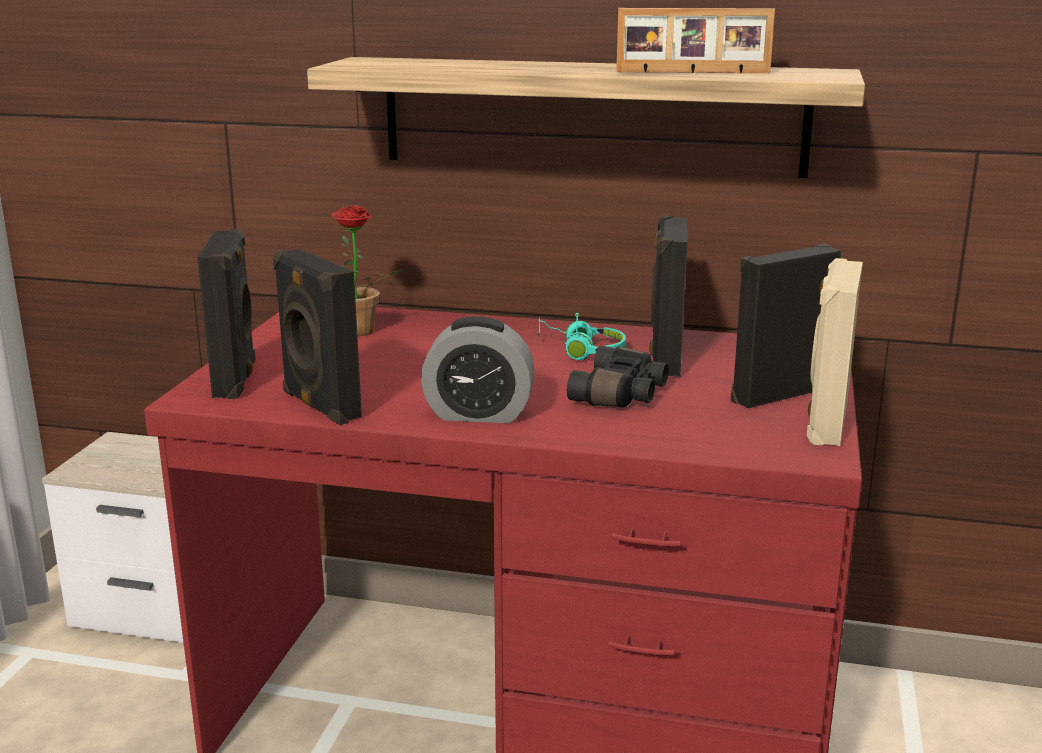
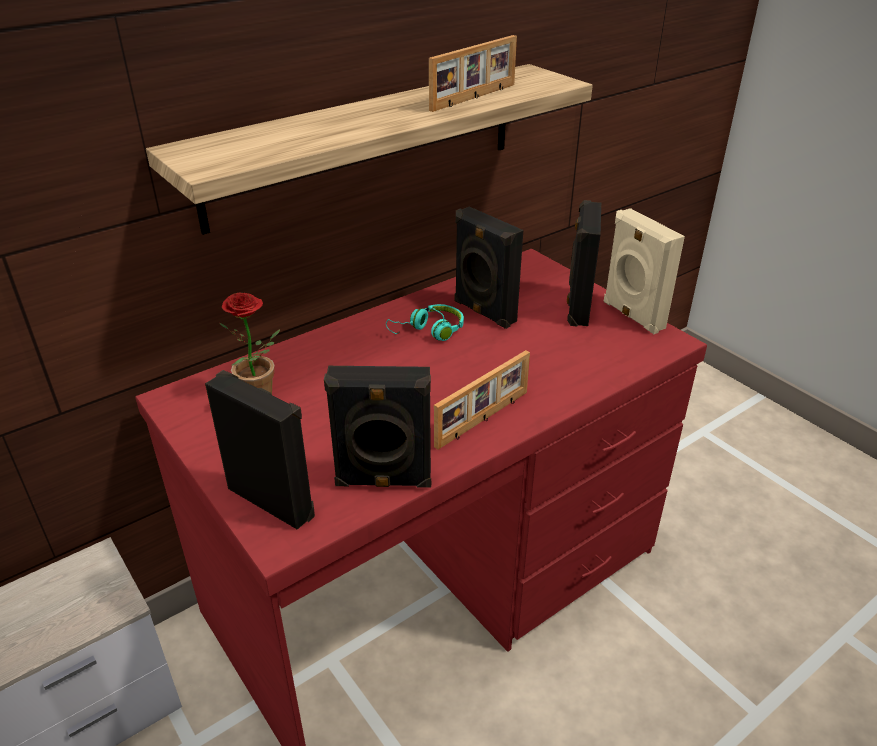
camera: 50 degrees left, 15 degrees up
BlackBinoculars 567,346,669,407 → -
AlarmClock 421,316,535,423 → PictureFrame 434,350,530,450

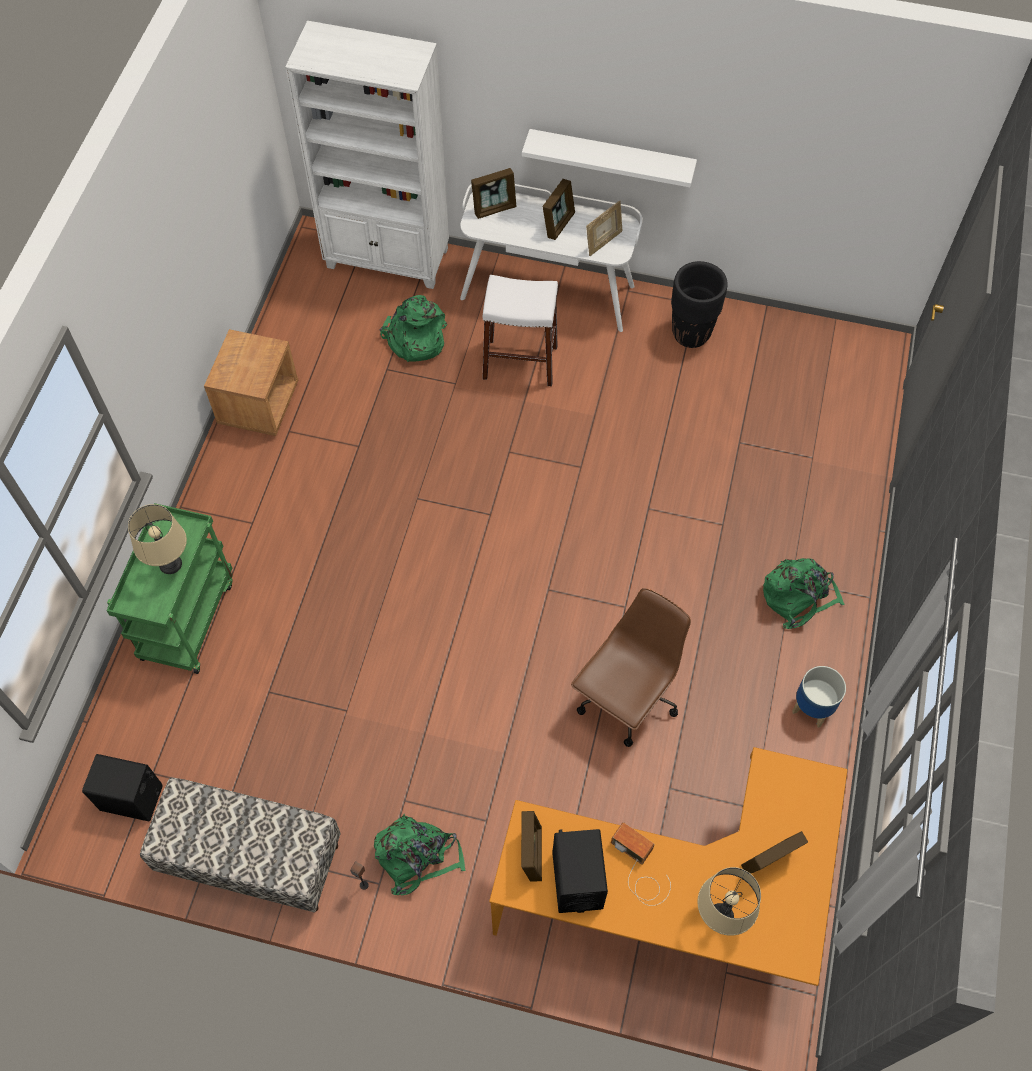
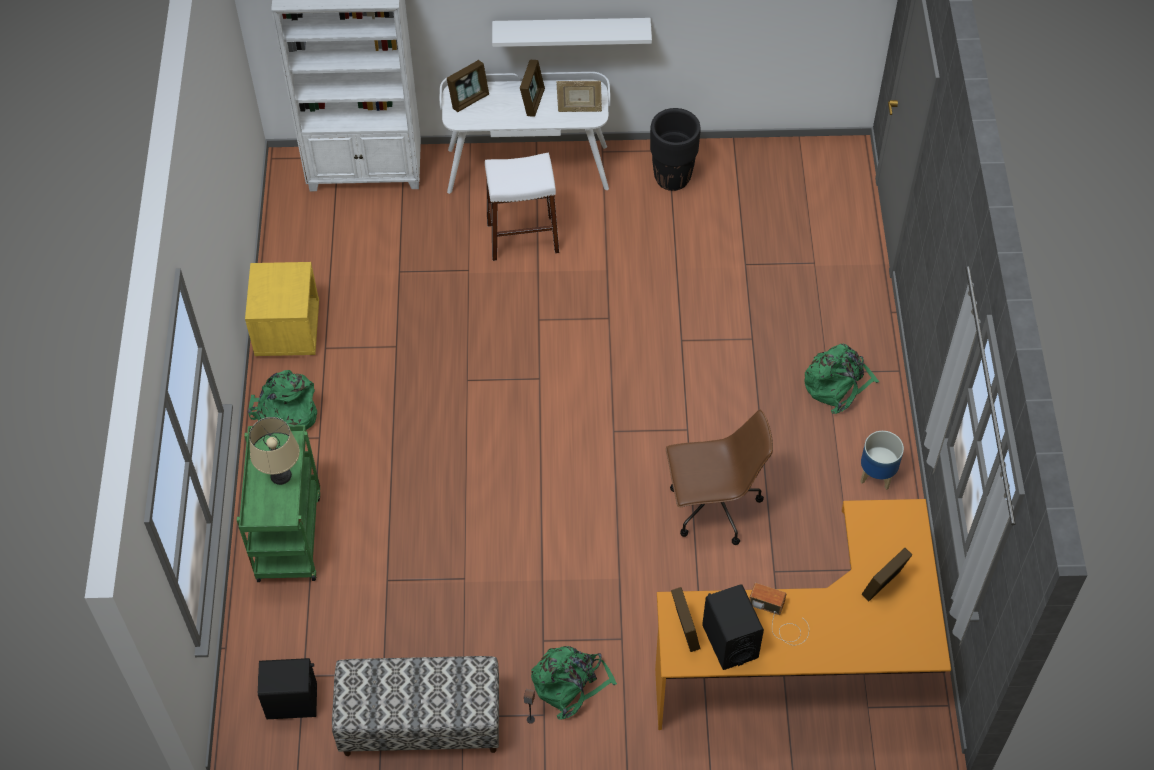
camera: 15 degrees left, 5 degrees down
BeigeTableLamp 698,867,761,936 → -
GreenBackpack 380,295,447,362 → GreenBackpack 248,370,317,430, move
BrownNightstand 204,329,298,436 → YellowNightstand 245,262,319,356
BrownOfficeChair 571,588,691,747 → BrownOfficeChair 666,410,773,545, 60 degrees clockwise
PictureFrame 586,201,623,256 → PictureFrame 556,81,602,112, 60 degrees clockwise

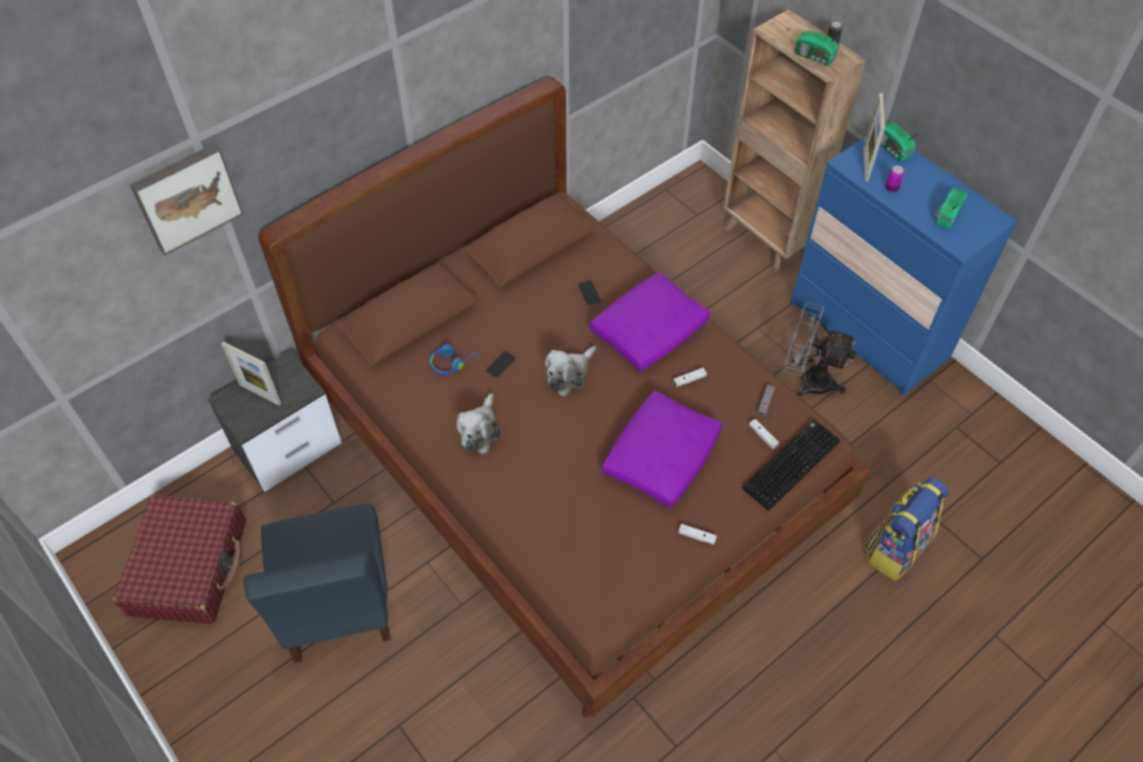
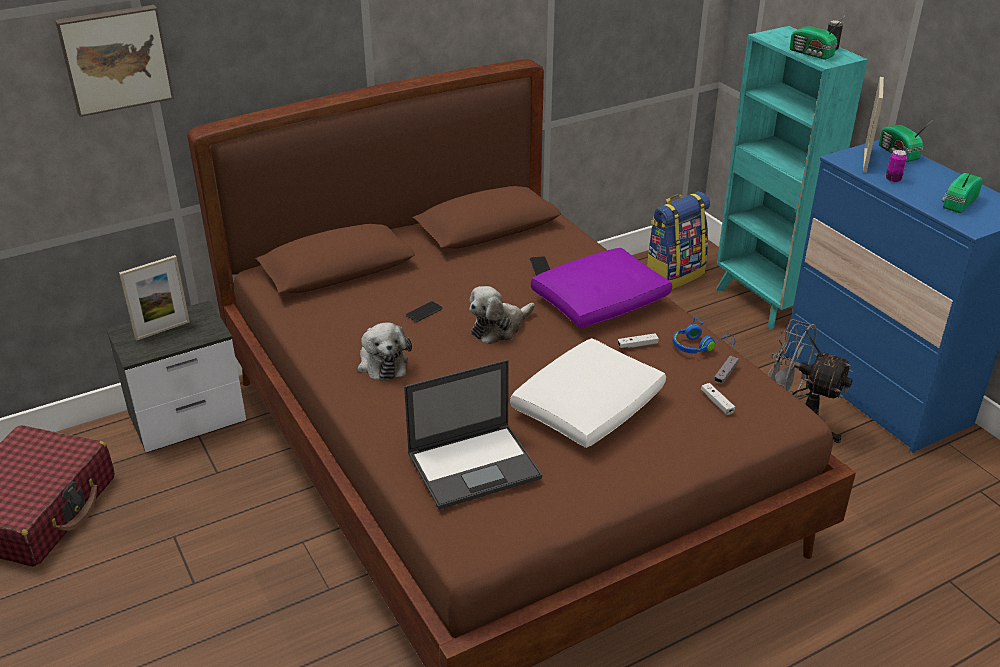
camera: 10 degrees right, 20 degrees down
BlueChair 244,504,391,663 → -
WhiteGameController 678,524,717,545 → -
Keyboard 742,419,840,511 → -
- → Laptop 404,359,542,510
BlueHeadphones 429,341,481,375 → BlueHeadphones 673,318,735,354, move
Backpack 865,478,949,581 → Backpack 647,192,710,289, move
PurplePillow 601,390,722,508 → WhitePillow 510,338,666,448
BrownBookcase 723,9,865,271 → TurquoiseBookcase 716,26,868,329
PictureFrame 221,342,281,405 → PictureFrame 119,255,190,341, 75 degrees counterclockwise
PlushToy 457,393,501,454 → PlushToy 358,322,412,381, 45 degrees counterclockwise

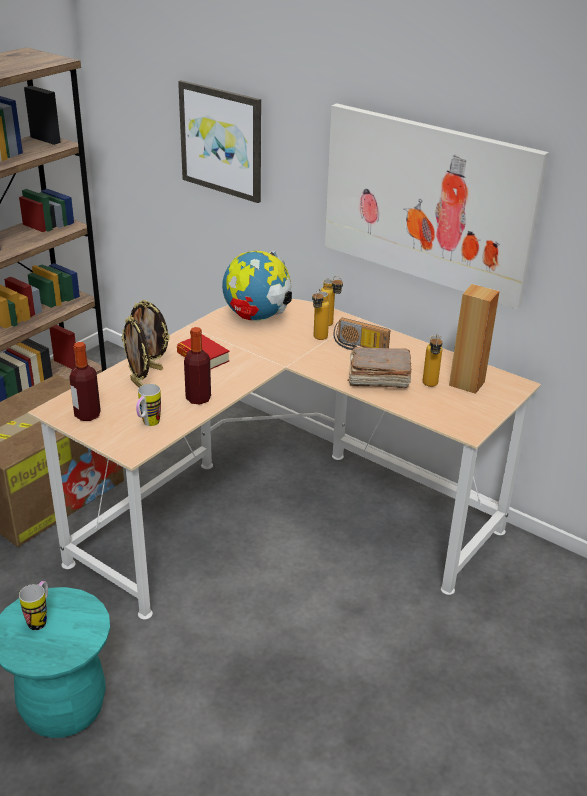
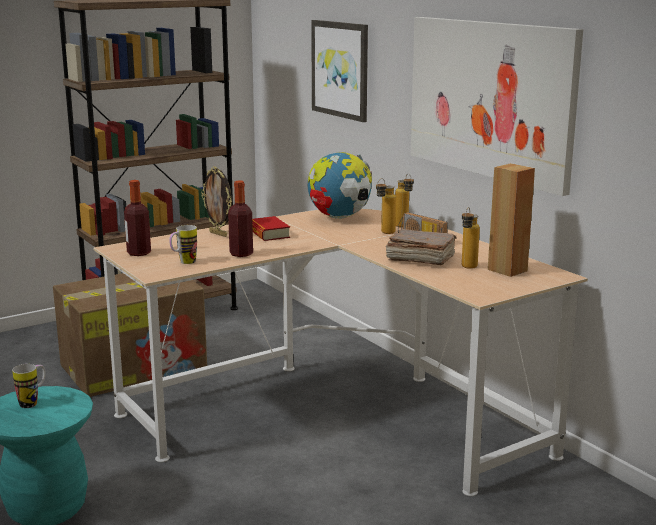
camera: 20 degrees right, 15 degrees down
PictureFrame 121,316,149,387 → -

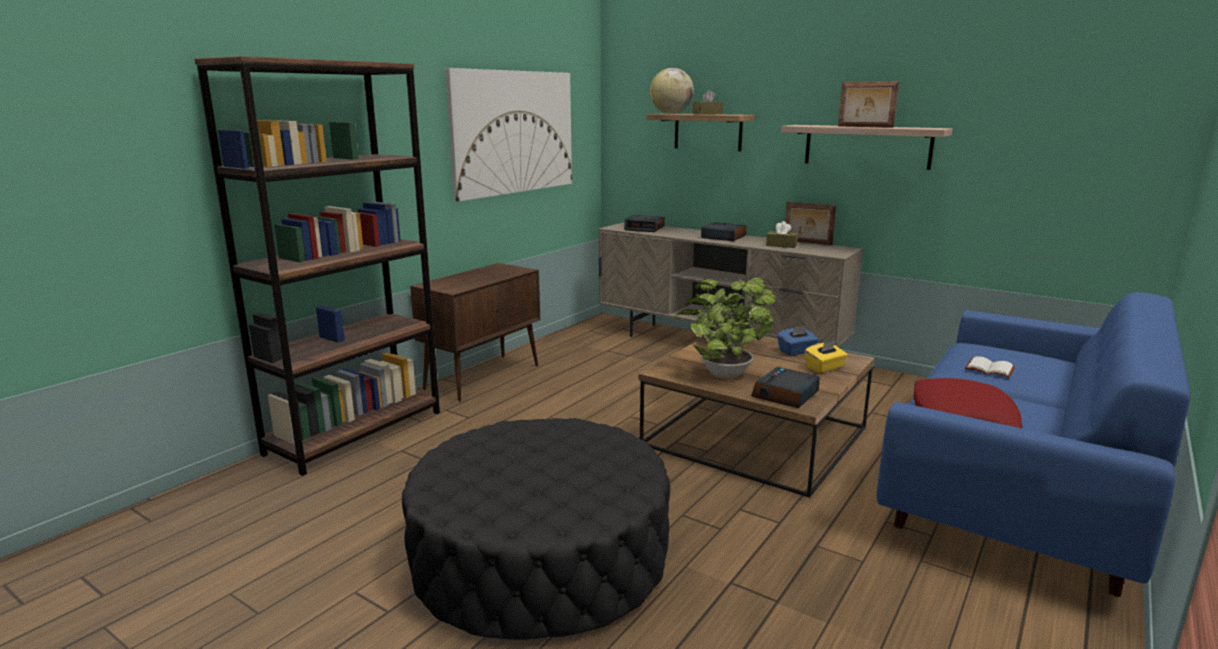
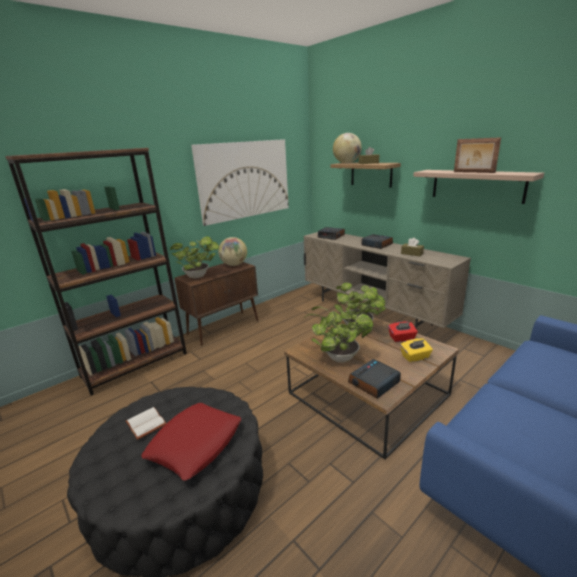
camera: 15 degrees right, 5 degrees up
PictureFrame 785,202,836,245 → -
- → PottedPlant 170,236,219,278
- → Globe 218,237,247,266
RedPillow 913,378,1023,429 → RedPillow 141,403,241,480, move
WhiteBook 965,357,1015,378 → WhiteBook 126,407,166,440, move
BlueTissueBox 777,326,818,356 → RedTissueBox 388,322,418,342

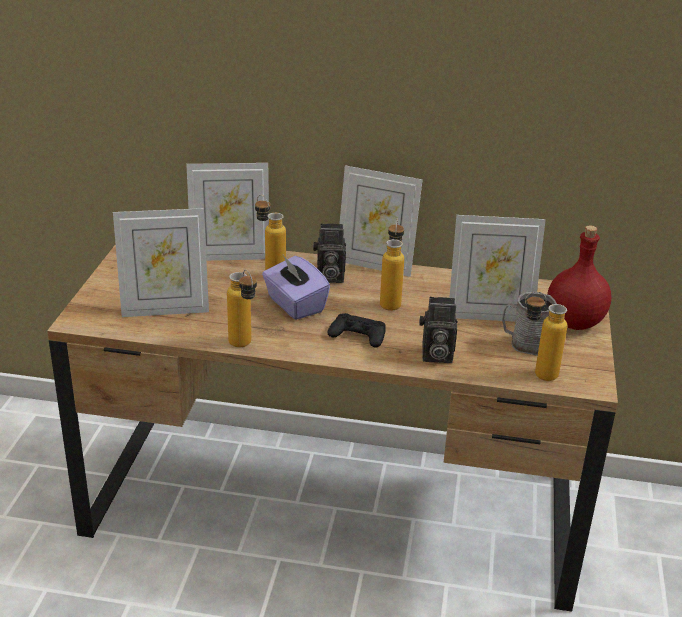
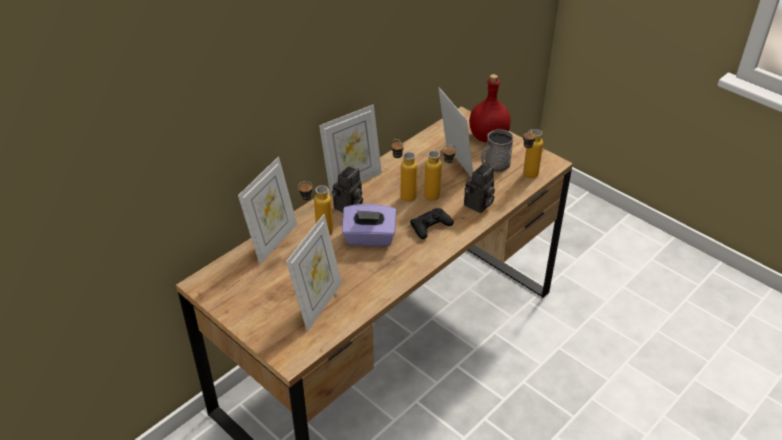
camera: 55 degrees left, 10 degrees up
Bottle 227,270,257,347 → Bottle 424,145,457,201, move
PictureFrame 449,215,546,322 → PictureFrame 438,87,473,178, 60 degrees counterclockwise

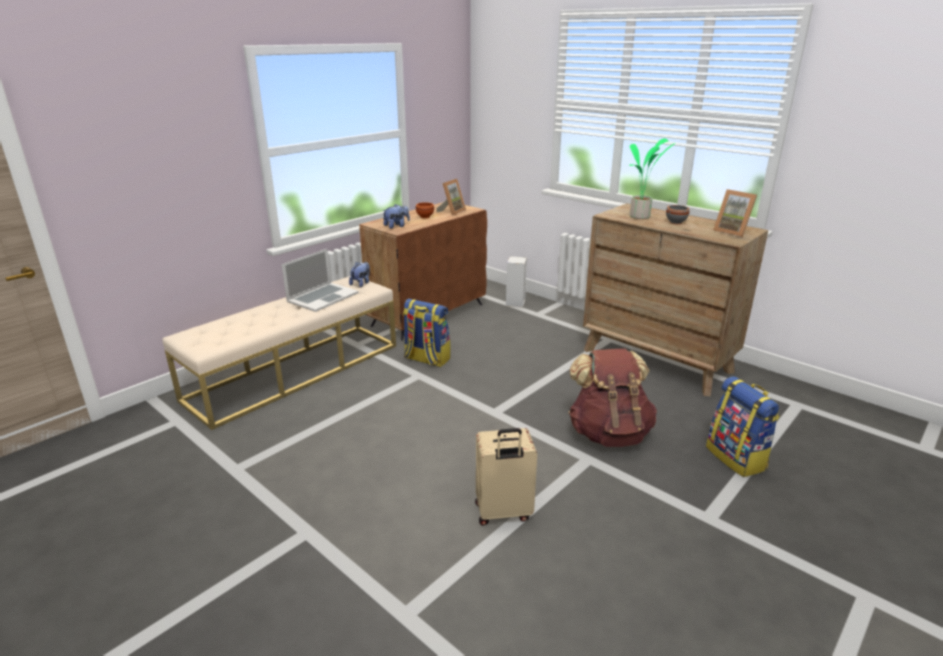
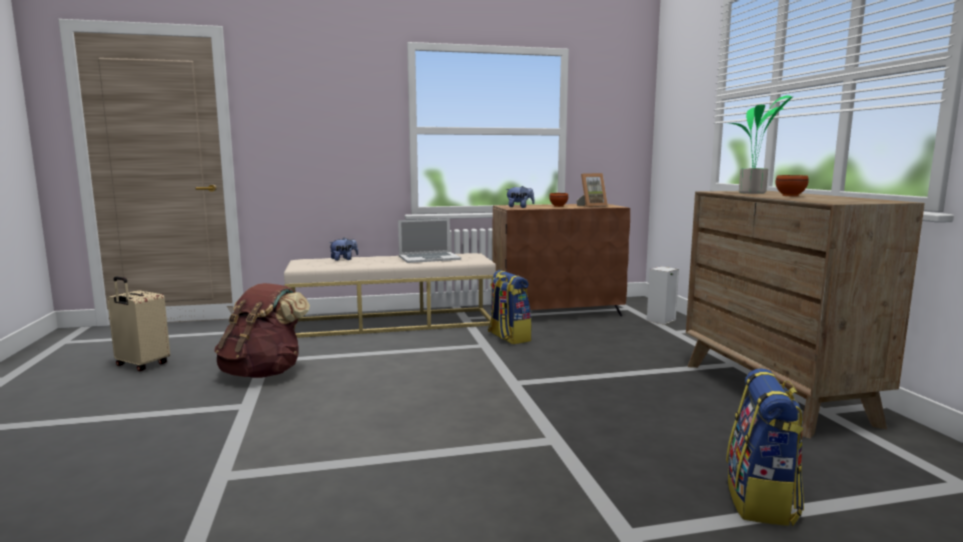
camera: 35 degrees right, 15 degrees down
PictureFrame 713,189,757,237 → -
PlushToy 349,262,370,287 → PlushToy 329,238,358,261, move
BeigeSuitcase 475,428,537,525 → BeigeSuitcase 107,277,170,371, move
BrownBackpack 568,348,657,447 → BrownBackpack 214,283,310,378, move
GreyBowl 666,205,690,224 → BrownBowl 776,175,809,196

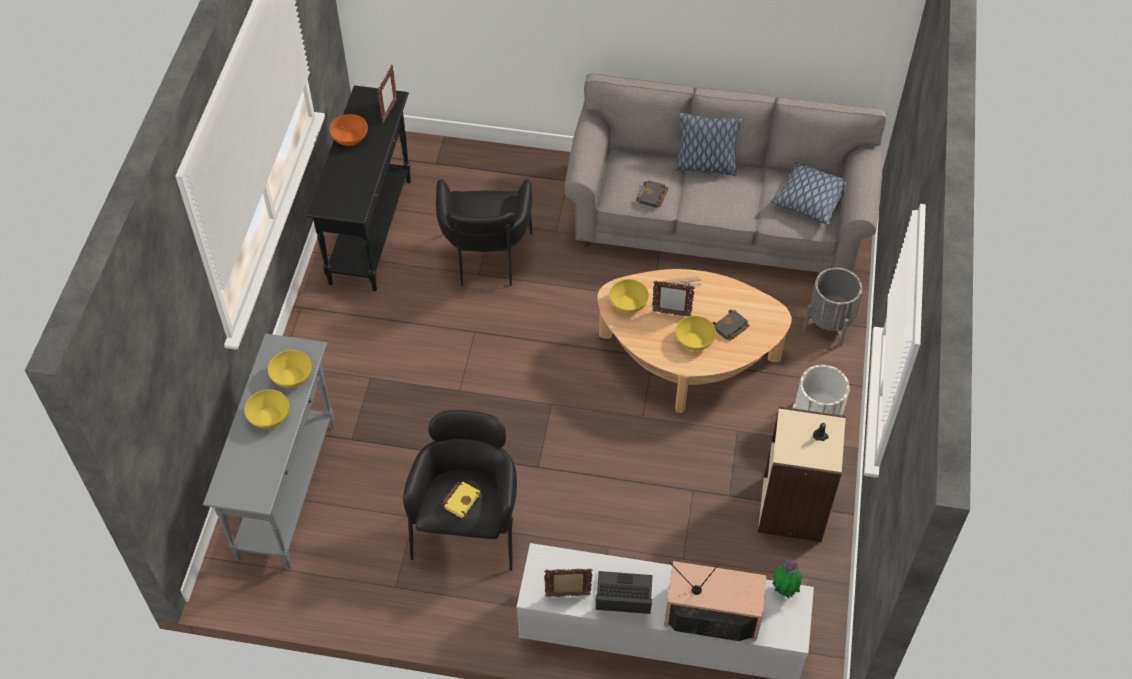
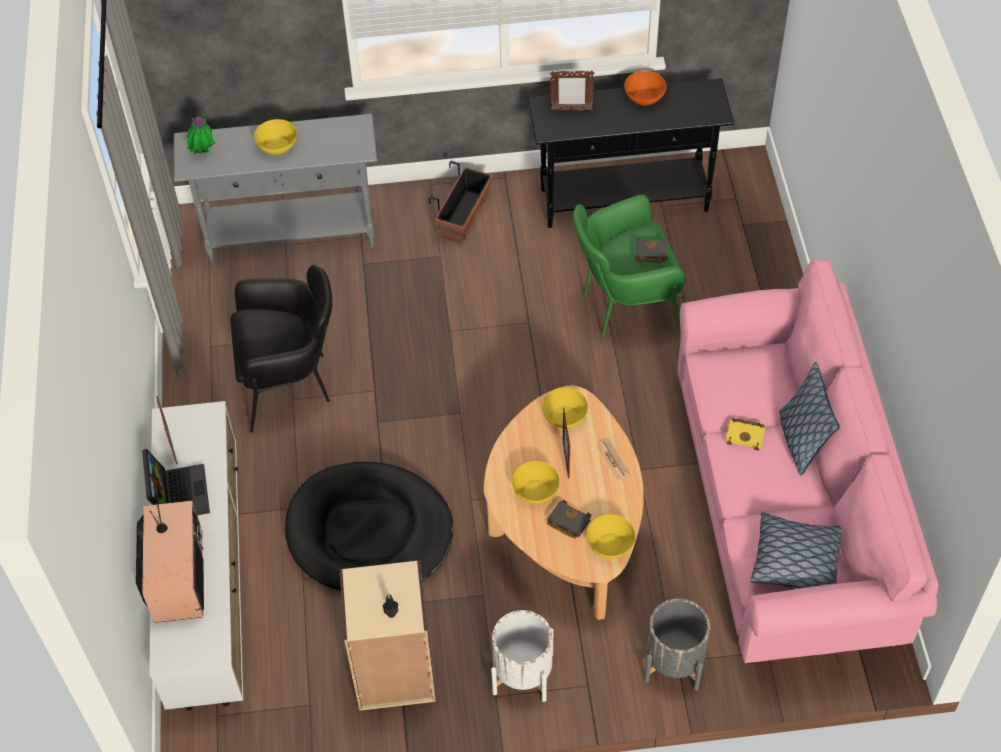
camera: 75 degrees right, 0 degrees up
- → BlackDogBed 285,462,453,592
- → Planter 429,161,493,243
YellowBowl 268,350,311,388 → YellowBowl 586,514,636,559, move
PictureFrame 377,65,397,123 → PictureFrame 550,71,595,111, move
YellowBook 442,482,483,518 → YellowBook 726,418,765,451, move
BlackBook 636,180,668,208 → BlackBook 635,238,668,263, move
PottedPlant 772,560,802,598 → PottedPlant 187,117,216,154, move
BlackArmchair 436,179,532,286 → GreenArmchair 573,195,686,337
GreySofa 564,73,887,273 → PinkSofa 677,259,939,664

